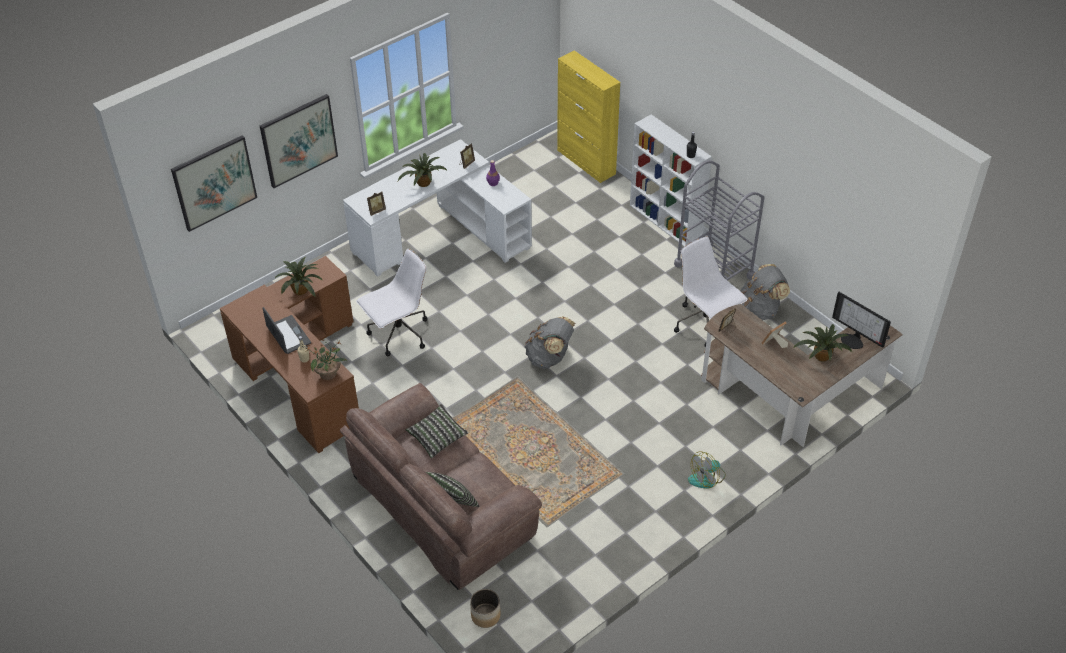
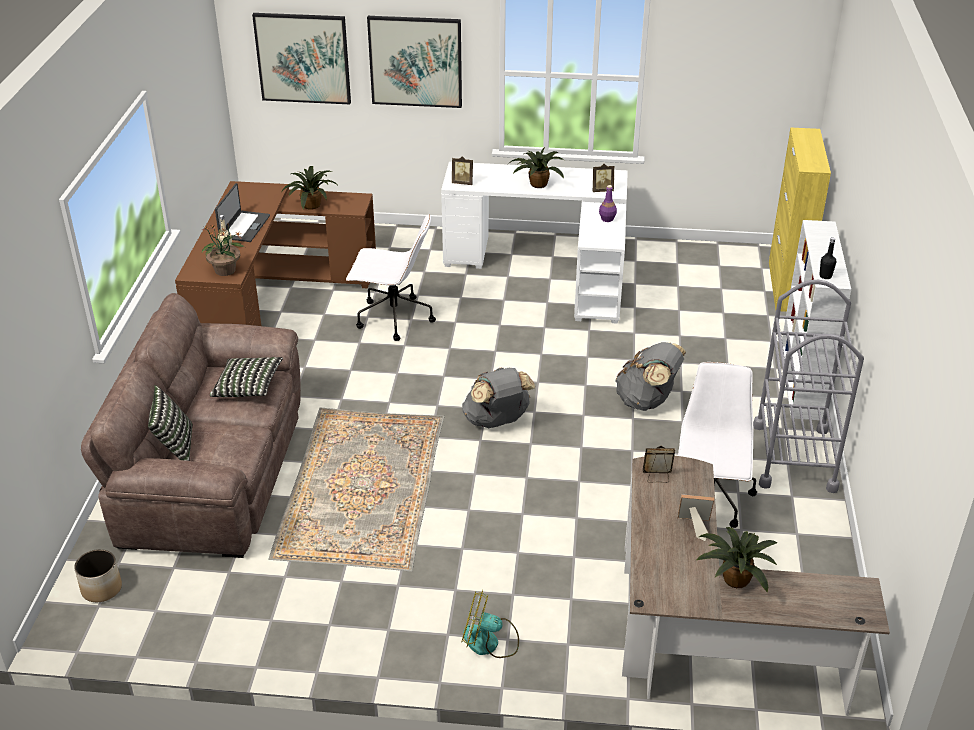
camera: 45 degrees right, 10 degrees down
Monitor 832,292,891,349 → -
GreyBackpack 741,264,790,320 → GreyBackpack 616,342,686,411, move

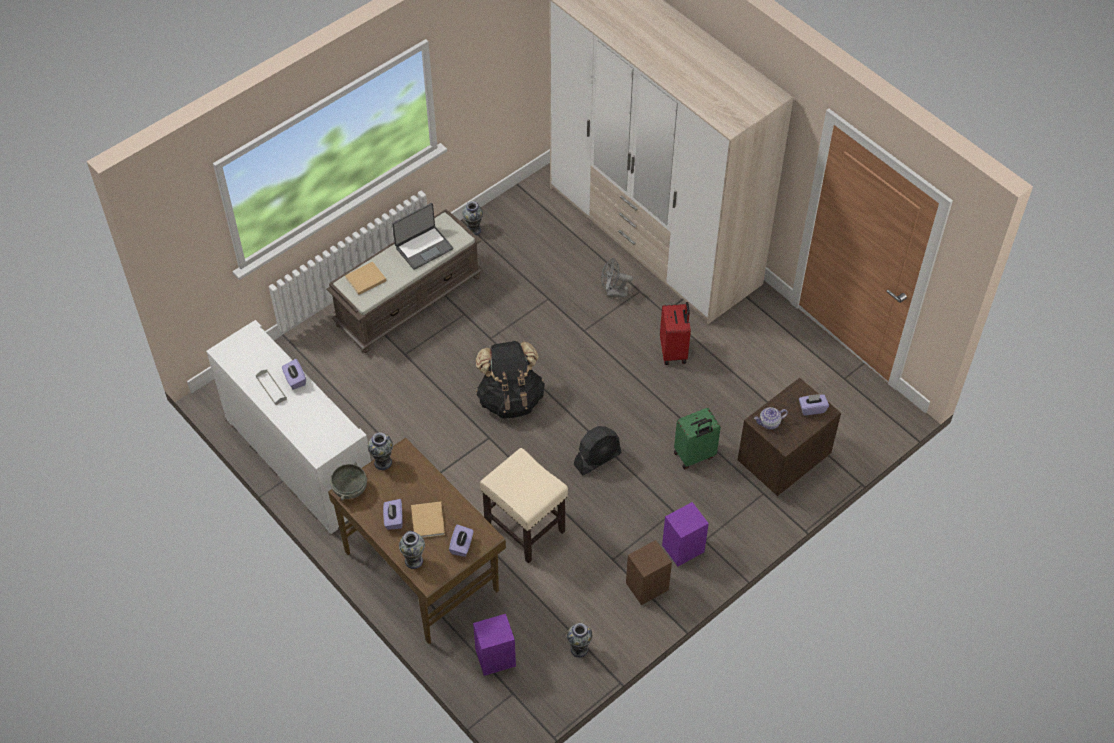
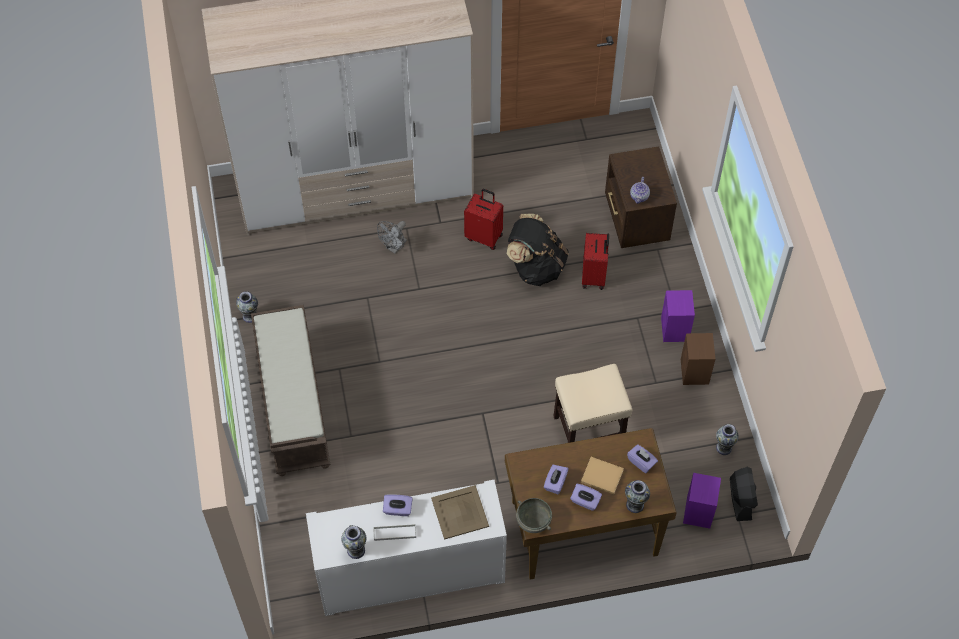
camera: 60 degrees left, 5 degrees up
BeigeBook 345,262,387,295 → -
Laptop 392,203,454,270 → -
- → BeigeTray 431,485,489,540
Vase 367,432,393,470 → Vase 341,525,366,559, move
BlackBackpack 476,341,545,418 → BlackBackpack 507,214,569,286, move
BlackFan 574,426,622,476 → BlackFan 730,467,758,521, move
PurpleTissueBox 799,394,829,416 → PurpleTissueBox 544,465,569,494, move
GreenSuitcase 674,408,721,469 → RedSuitcase 582,233,609,290

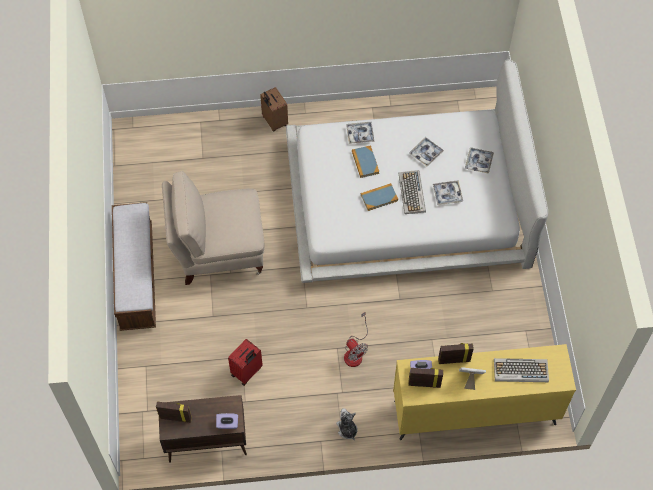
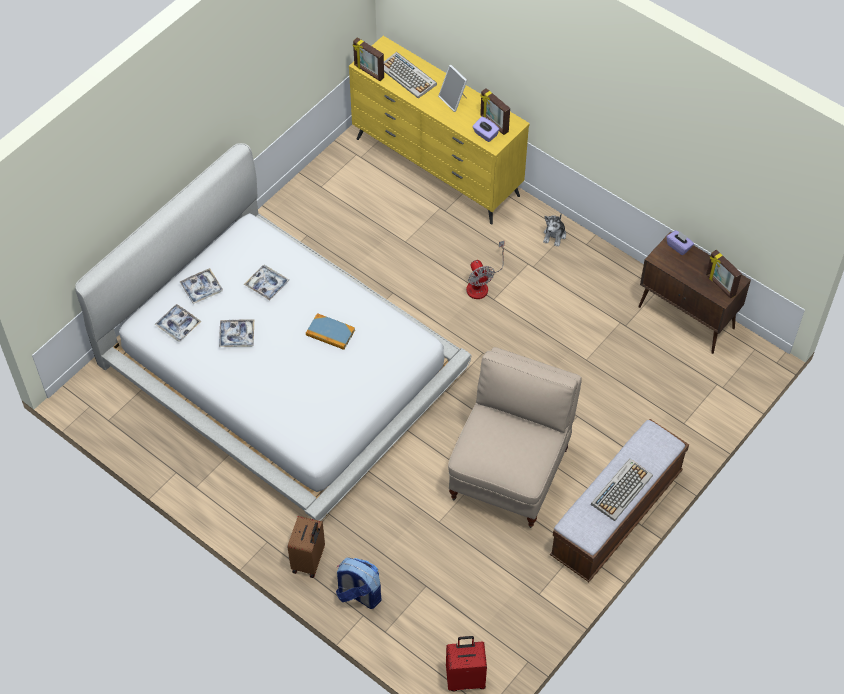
camera: 135 degrees left, 5 degrees down
Book 352,145,379,178 → -
- → Backpack 336,558,382,609
RedSuitcase 228,339,263,386 → RedSuitcase 446,636,487,691, move
Tray 346,122,374,144 → Tray 155,304,201,342, move
Keyboard 398,170,426,214 → Keyboard 591,458,653,521, move
PictureFrame 438,343,474,364 → PictureFrame 353,37,384,81, move
BeigeChair 162,171,265,285 → BeigeChair 448,347,582,528, 105 degrees counterclockwise
Fan 344,312,368,367 → Fan 466,240,505,299, 150 degrees clockwise

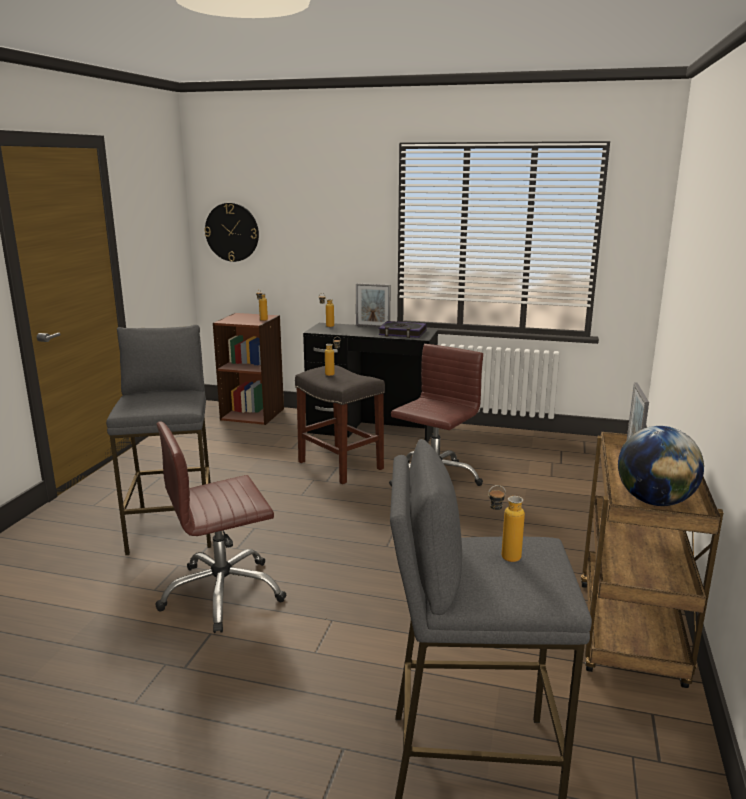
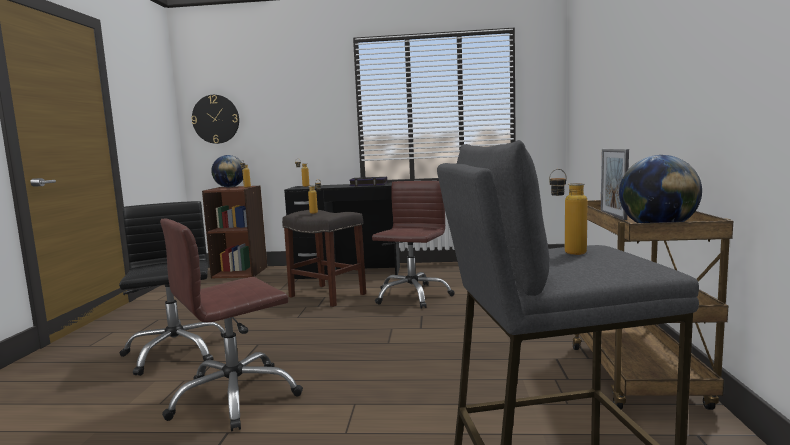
camera: 10 degrees left, 10 degrees down
PictureFrame 356,283,391,327 → -
- → Globe 211,155,243,187
GreyStool 106,325,211,555 → BlackOfficeChair 119,201,226,376

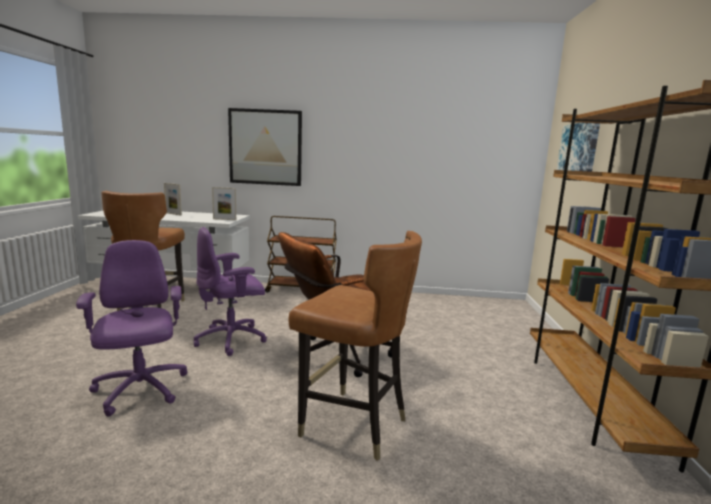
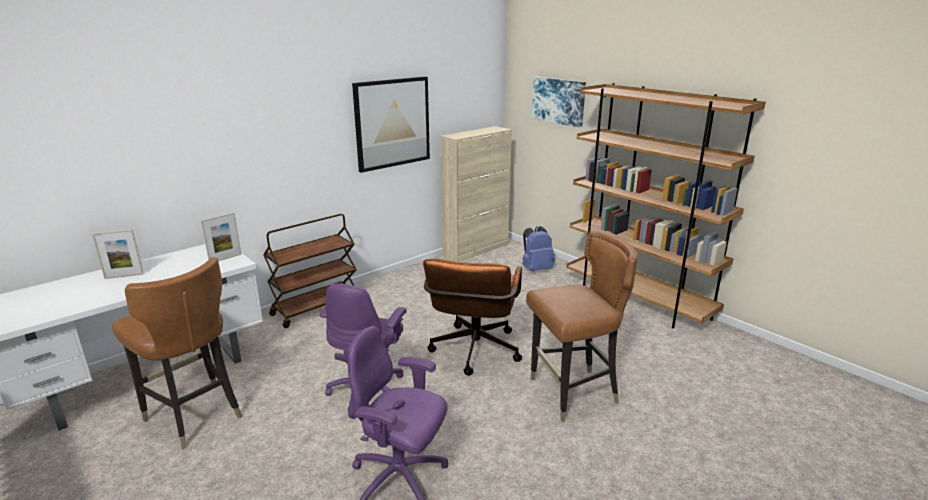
camera: 45 degrees left, 10 degrees up
- → BeigeCabinet 441,126,512,262
- → BlueBackpack 522,226,555,271
Picture 228,108,302,186 → Picture 352,76,430,173, move

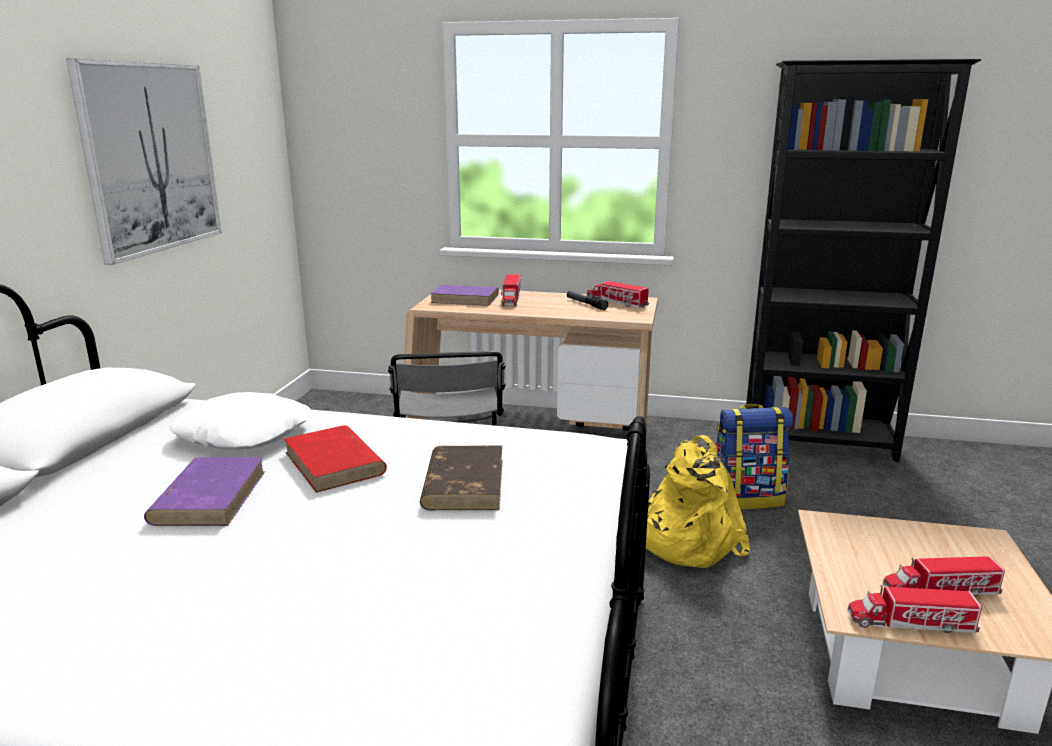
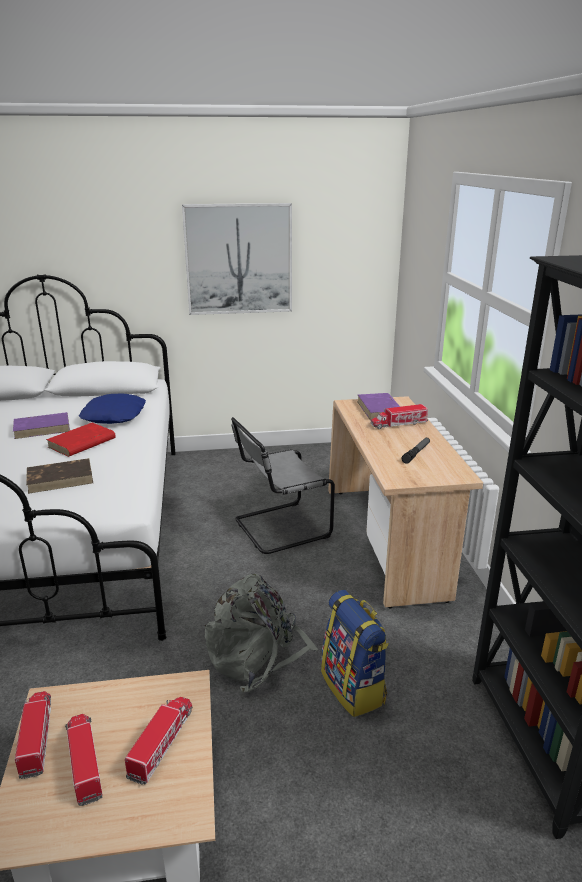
camera: 70 degrees right, 5 degrees up
ToyTruck 587,281,649,308 → ToyTruck 125,697,192,784, move
WhitePillow 170,392,312,450 → BluePillow 79,394,146,424
YellowBackpack 646,435,750,568 → GreyBackpack 205,574,319,693

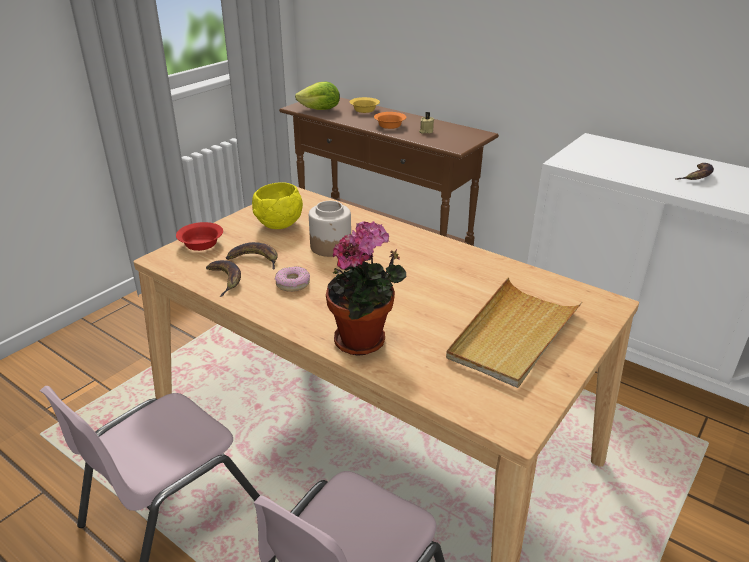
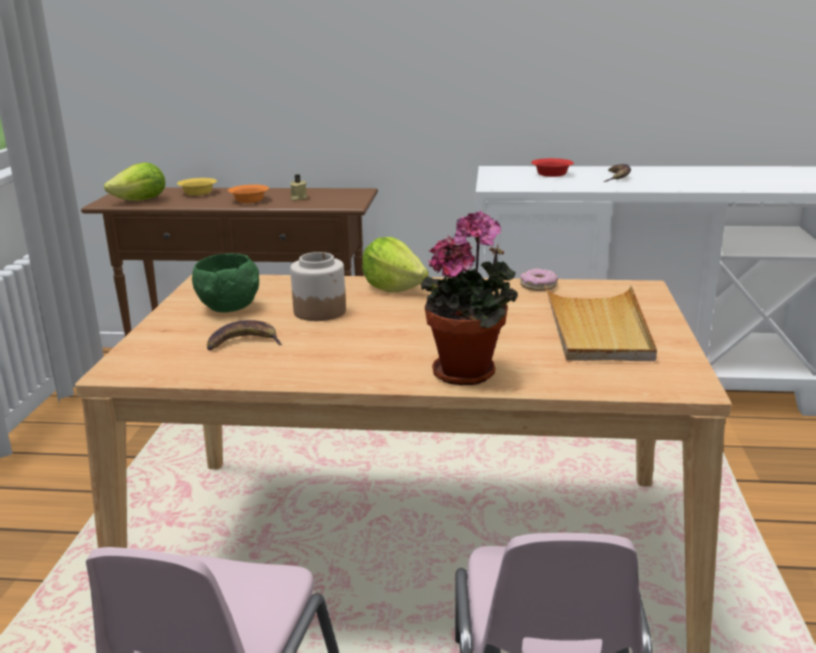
camera: 30 degrees left, 10 degrees down
Banana 206,260,241,297 → -
- → Lettuce 362,237,429,292
RedBowl 176,222,223,251 → RedBowl 531,158,574,177, move
Donut 275,266,310,292 → Donut 520,268,558,291, move
YellowBowl 252,182,303,229 → GreenBowl 192,253,259,313

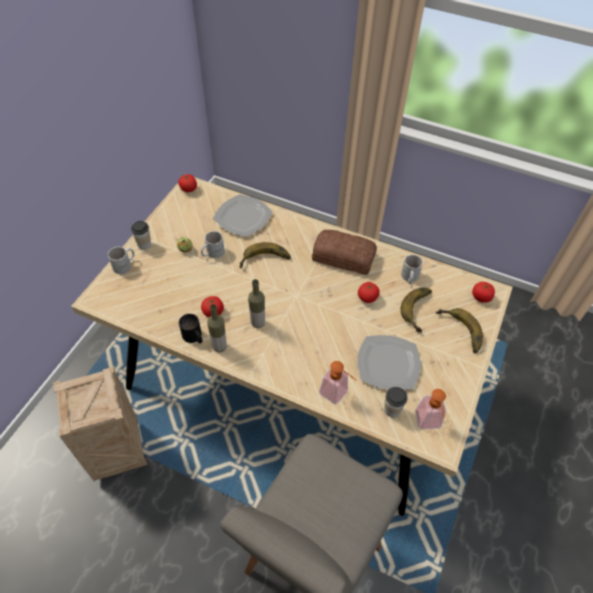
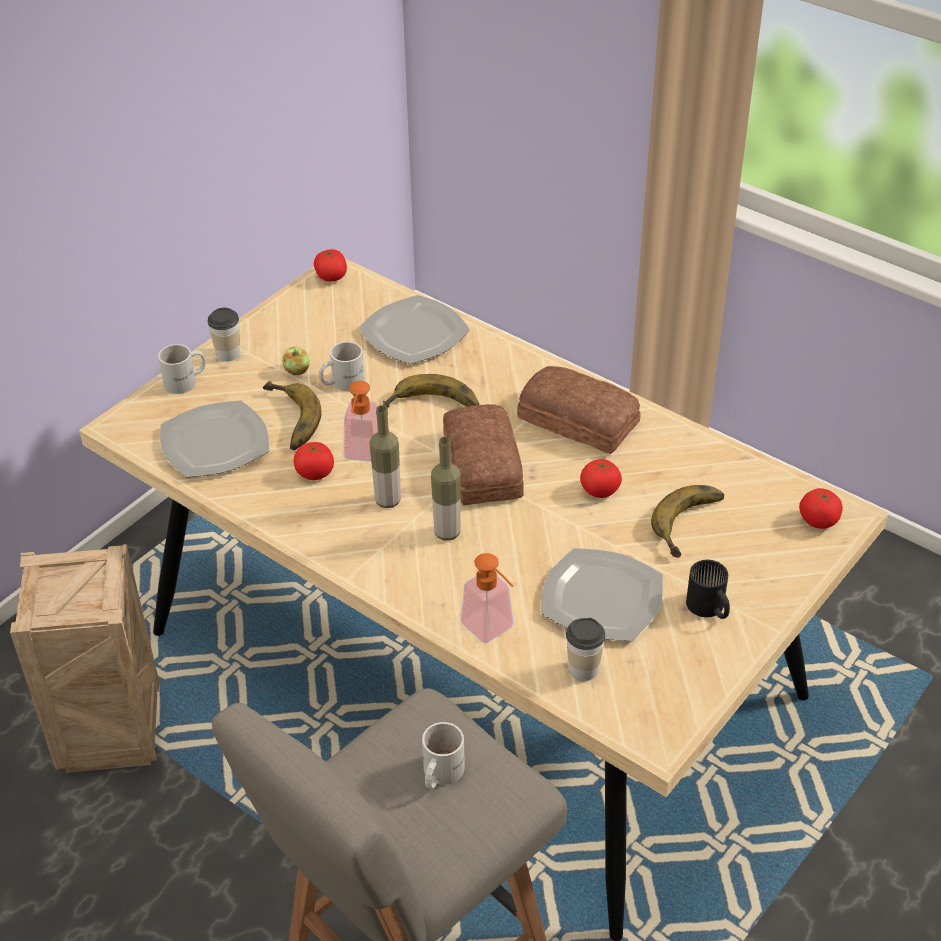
camera: 15 degrees right, 10 degrees down
- → Plate 160,400,269,477
- → Bread 443,404,524,506
BlackMug 179,314,202,343 → BlackMug 686,560,730,619, move
Bottle 207,304,227,352 → Bottle 431,437,461,540, move
WhiteMug 401,254,423,284 → WhiteMug 422,722,465,789, move
SoapDispenser 415,389,446,429 → SoapDispenser 343,381,378,462, move
Banana 436,308,483,353 → Banana 263,381,321,450, move

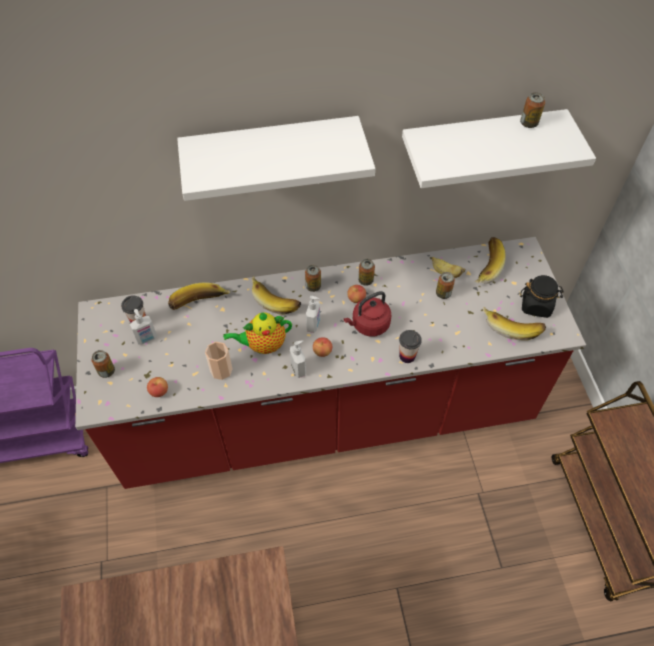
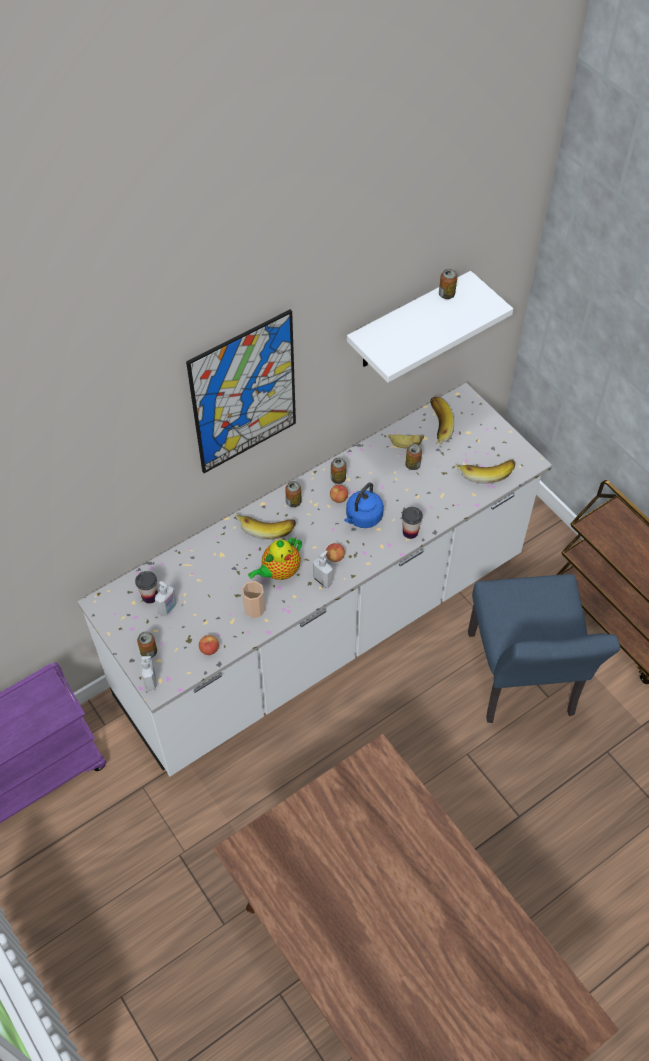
camera: 25 degrees left, 0 degrees up
Banana 168,282,230,310 → -
BlackJar 520,275,564,318 → -
- → BlueChair 468,574,620,723
SoapDispenser 306,296,320,333 → SoapDispenser 140,656,157,691, move
WhiteShelf 177,116,375,201 → Picture 186,309,296,473
RedCounter 75,237,586,489 → WhiteCounter 77,383,552,776
RedKettle 344,291,391,337 → BlueKettle 344,482,384,528

